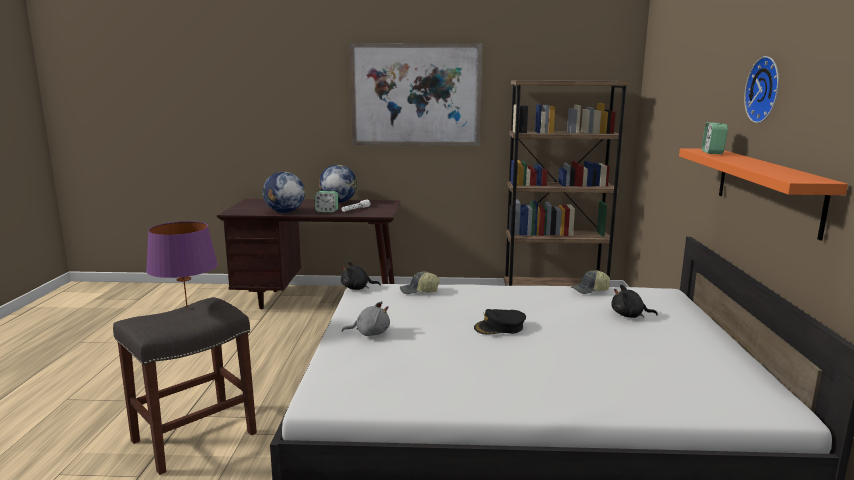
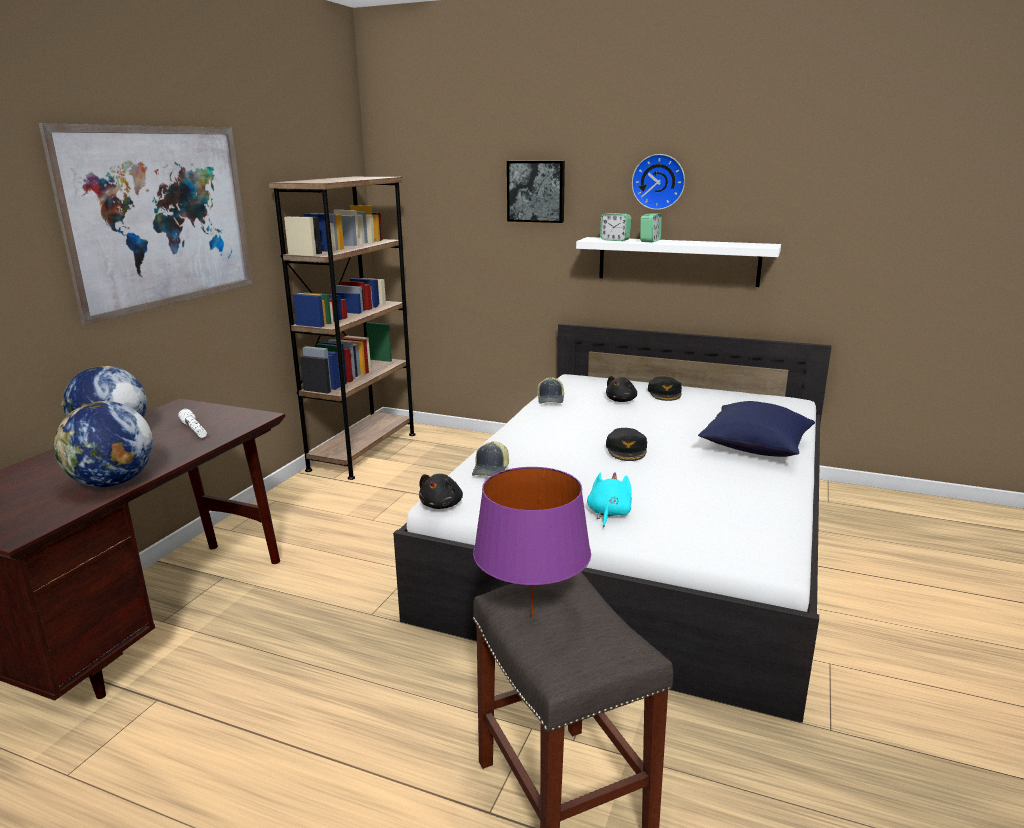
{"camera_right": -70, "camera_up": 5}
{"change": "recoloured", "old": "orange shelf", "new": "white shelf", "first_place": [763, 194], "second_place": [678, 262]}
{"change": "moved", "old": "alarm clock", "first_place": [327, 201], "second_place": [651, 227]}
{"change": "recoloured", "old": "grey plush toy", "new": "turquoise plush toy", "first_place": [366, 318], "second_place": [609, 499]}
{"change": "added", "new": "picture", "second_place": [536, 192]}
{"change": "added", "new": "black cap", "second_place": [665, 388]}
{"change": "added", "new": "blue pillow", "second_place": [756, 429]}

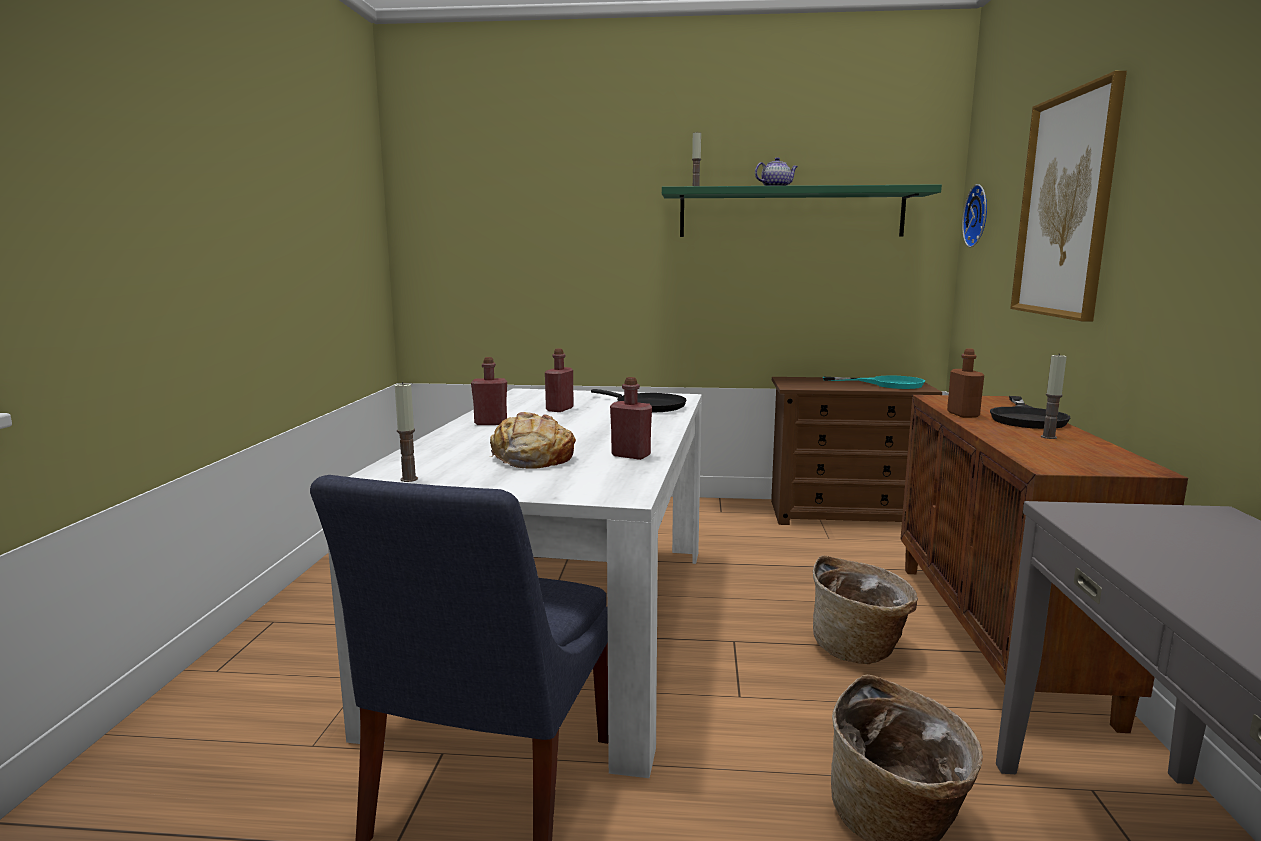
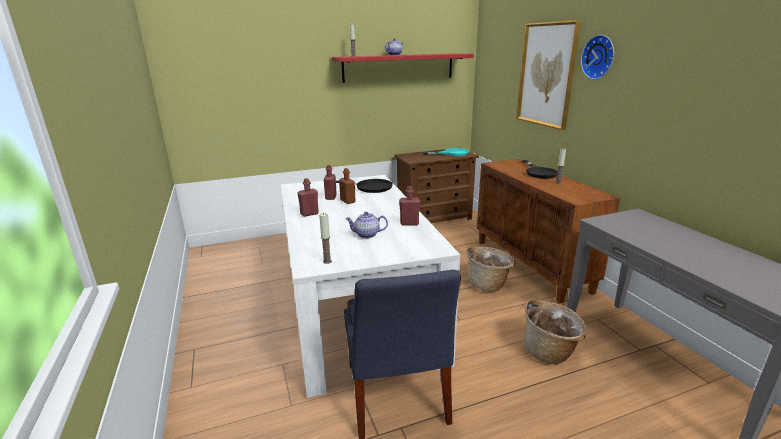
{"camera_right": -25, "camera_up": 10}
{"change": "recoloured", "old": "green shelf", "new": "red shelf", "first_place": [802, 210], "second_place": [403, 68]}
{"change": "moved", "old": "wall clock", "first_place": [974, 215], "second_place": [597, 57]}
{"change": "moved", "old": "brown bottle", "first_place": [965, 383], "second_place": [347, 186]}
{"change": "replaced", "old": "bread", "new": "teapot", "first_place": [532, 440], "second_place": [366, 225]}

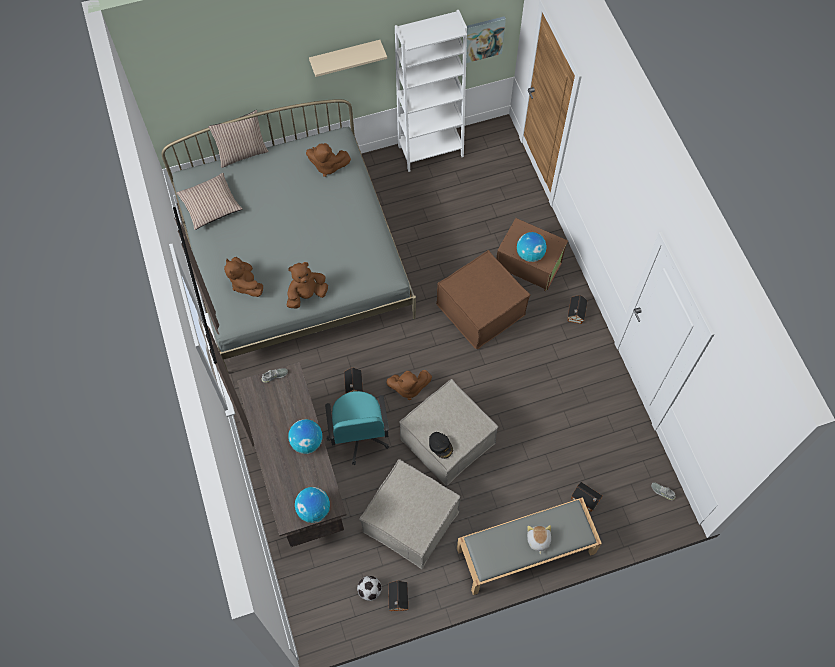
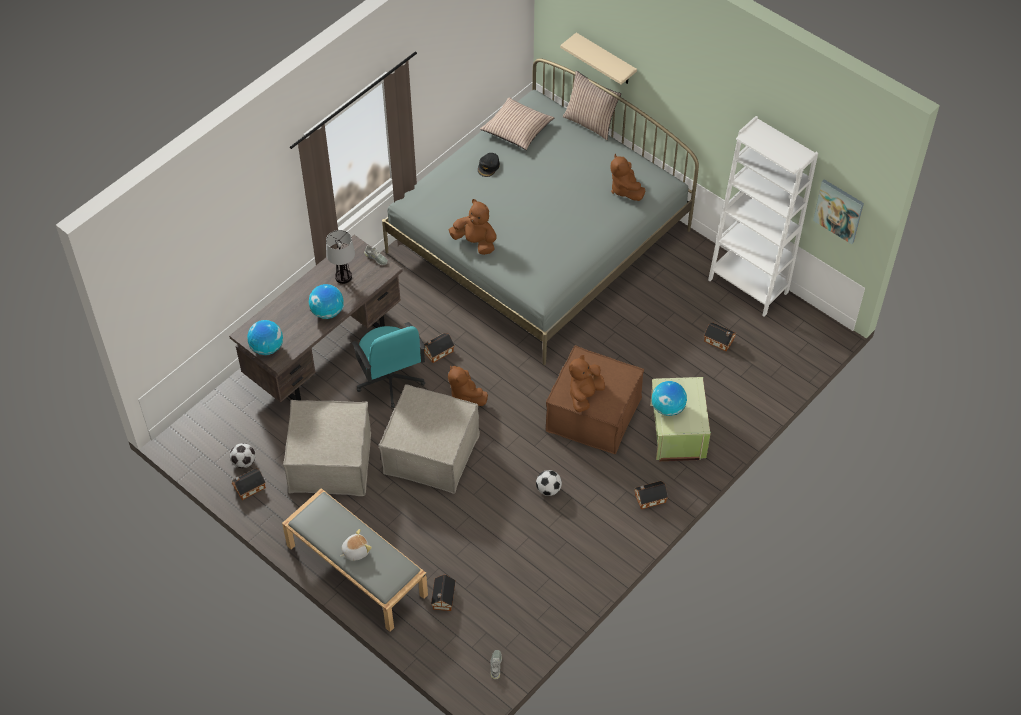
{"camera_right": 60, "camera_up": -10}
{"change": "moved", "old": "beige shelf", "first_place": [348, 58], "second_place": [598, 58]}
{"change": "recoloured", "old": "brown storage box", "new": "green storage box", "first_place": [532, 254], "second_place": [680, 419]}
{"change": "moved", "old": "brown plush toy", "first_place": [243, 277], "second_place": [587, 383]}
{"change": "turned", "old": "turquoise office chair", "first_place": [357, 428], "second_place": [388, 365], "degrees": -75}
{"change": "moved", "old": "black cap", "first_place": [441, 445], "second_place": [489, 165]}
{"change": "added", "new": "table lamp", "second_place": [340, 257]}
{"change": "added", "new": "toy house", "second_place": [720, 336]}
{"change": "added", "new": "football", "second_place": [549, 483]}

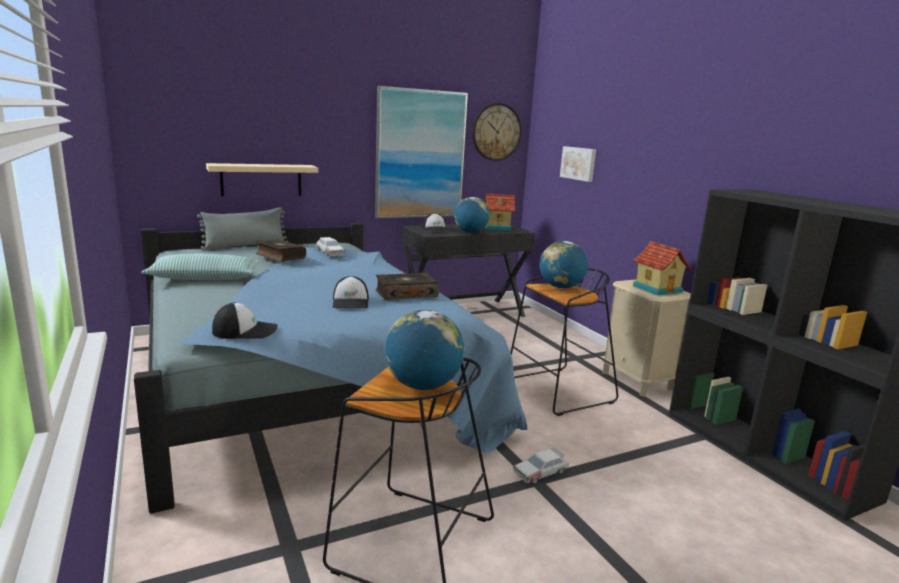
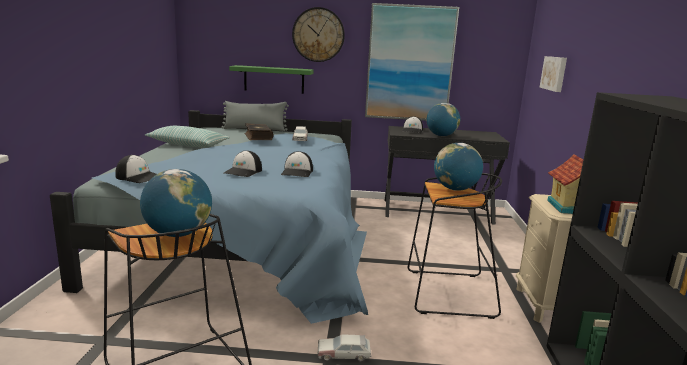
{"camera_right": 30, "camera_up": 0}
{"change": "moved", "old": "wall clock", "first_place": [497, 132], "second_place": [318, 34]}
{"change": "recoloured", "old": "beige shelf", "new": "green shelf", "first_place": [262, 179], "second_place": [271, 79]}
{"change": "removed", "old": "toy house", "first_place": [500, 212]}
{"change": "replaced", "old": "book", "new": "cap", "first_place": [407, 286], "second_place": [297, 164]}

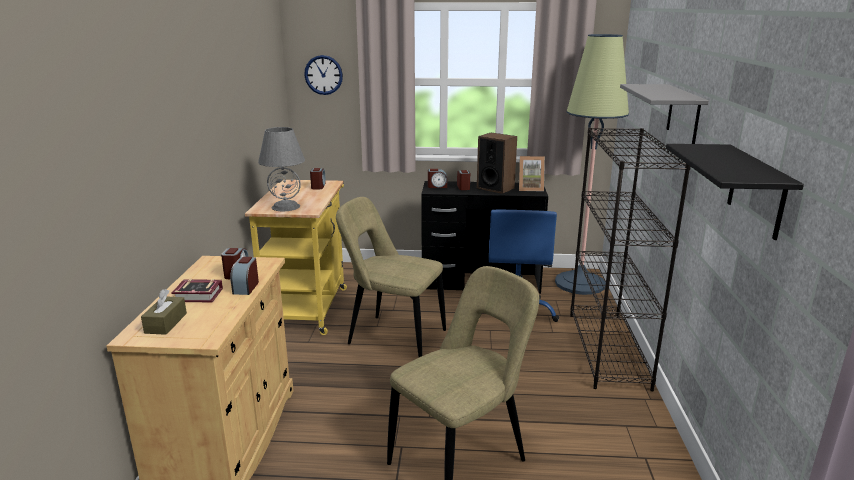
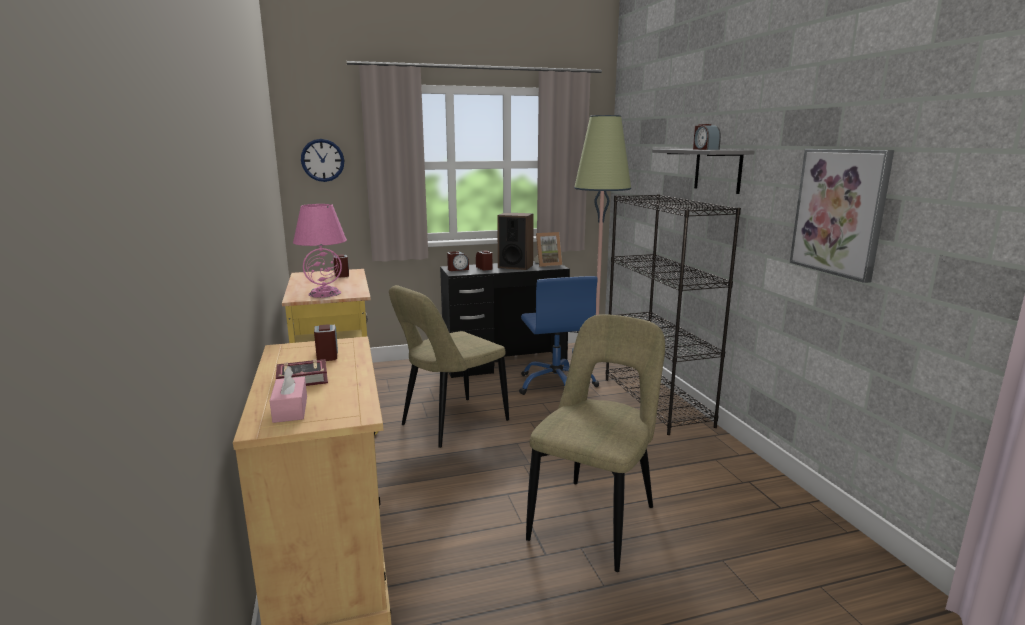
{"camera_right": -20, "camera_up": -5}
{"change": "recoloured", "old": "grey table lamp", "new": "pink table lamp", "first_place": [281, 169], "second_place": [320, 251]}
{"change": "replaced", "old": "black shelf", "new": "picture", "first_place": [735, 192], "second_place": [842, 216]}
{"change": "turned", "old": "beige chair", "first_place": [391, 277], "second_place": [449, 366], "degrees": -45}
{"change": "moved", "old": "alarm clock", "first_place": [244, 276], "second_place": [707, 137]}
{"change": "recoloured", "old": "brown tissue box", "new": "pink tissue box", "first_place": [164, 312], "second_place": [288, 394]}

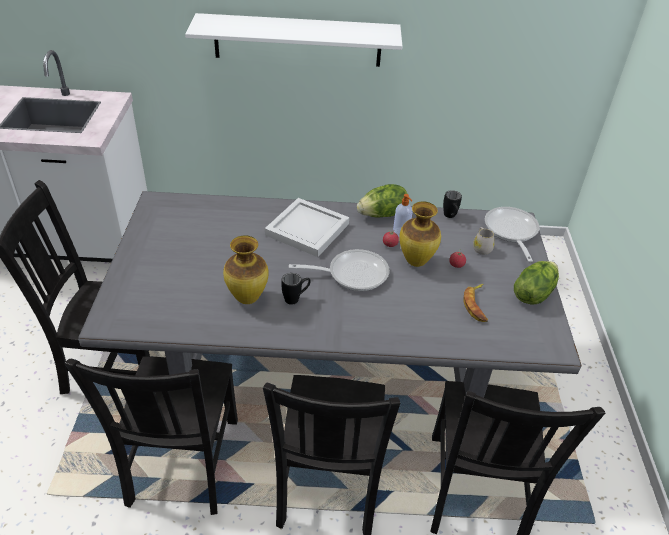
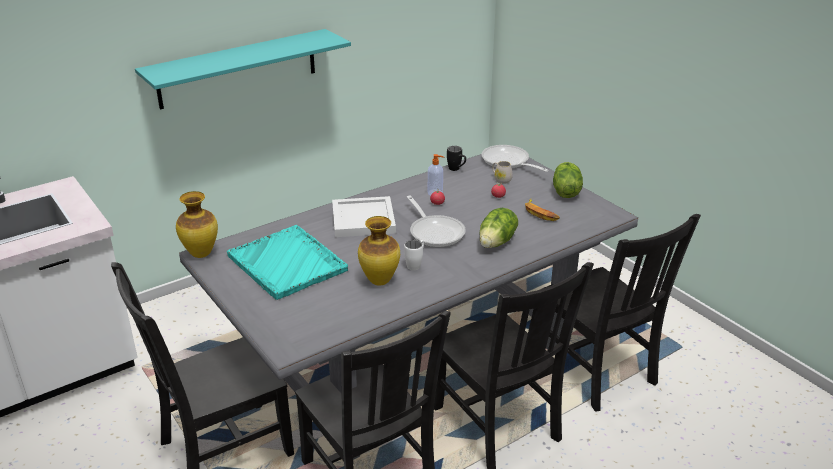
{"camera_right": -35, "camera_up": -10}
{"change": "recoloured", "old": "white shelf", "new": "turquoise shelf", "first_place": [293, 40], "second_place": [243, 69]}
{"change": "moved", "old": "lettuce", "first_place": [382, 201], "second_place": [498, 228]}
{"change": "moved", "old": "vase", "first_place": [420, 234], "second_place": [197, 224]}
{"change": "turned", "old": "frying pan", "first_place": [339, 270], "second_place": [436, 221], "degrees": 105}
{"change": "recoloured", "old": "black mug", "new": "white mug", "first_place": [296, 289], "second_place": [414, 255]}
{"change": "added", "new": "turquoise tray", "second_place": [287, 262]}

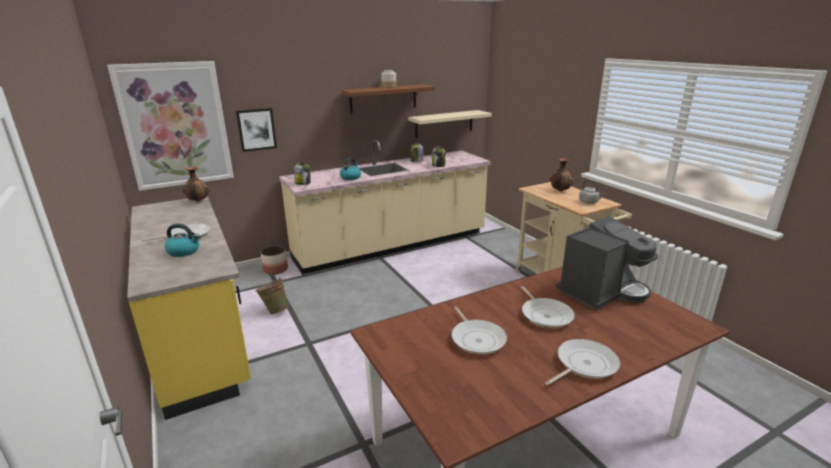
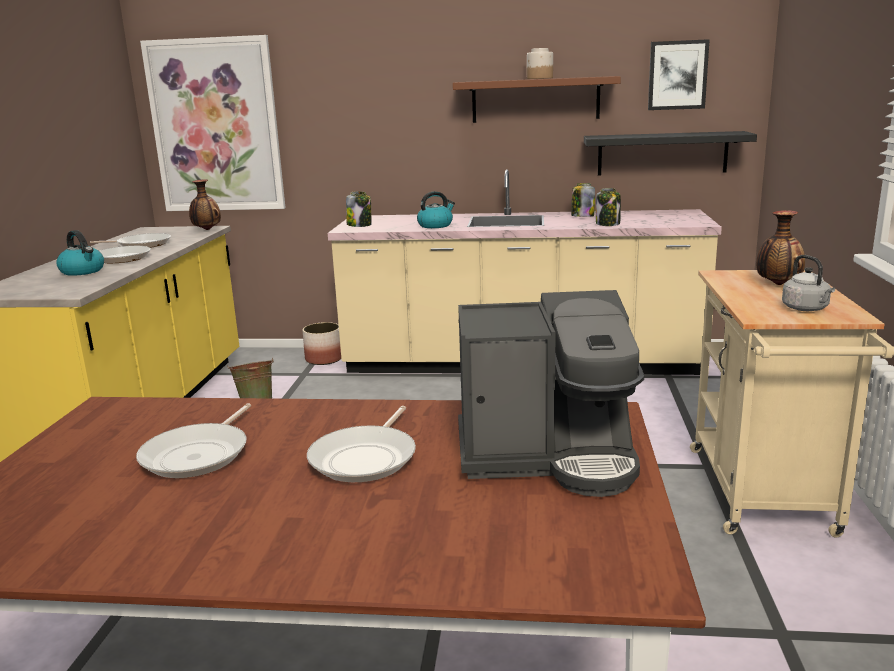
{"camera_right": 35, "camera_up": -5}
{"change": "moved", "old": "picture", "first_place": [256, 130], "second_place": [679, 74]}
{"change": "recoloured", "old": "beige shelf", "new": "black shelf", "first_place": [450, 124], "second_place": [670, 153]}
{"change": "moved", "old": "frying pan", "first_place": [582, 362], "second_place": [130, 240]}

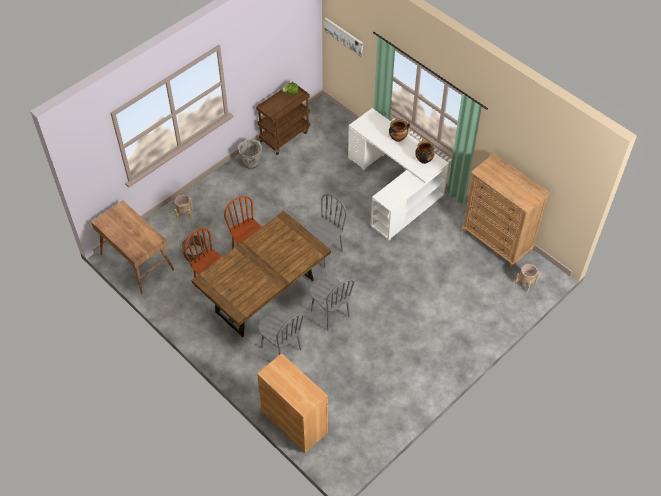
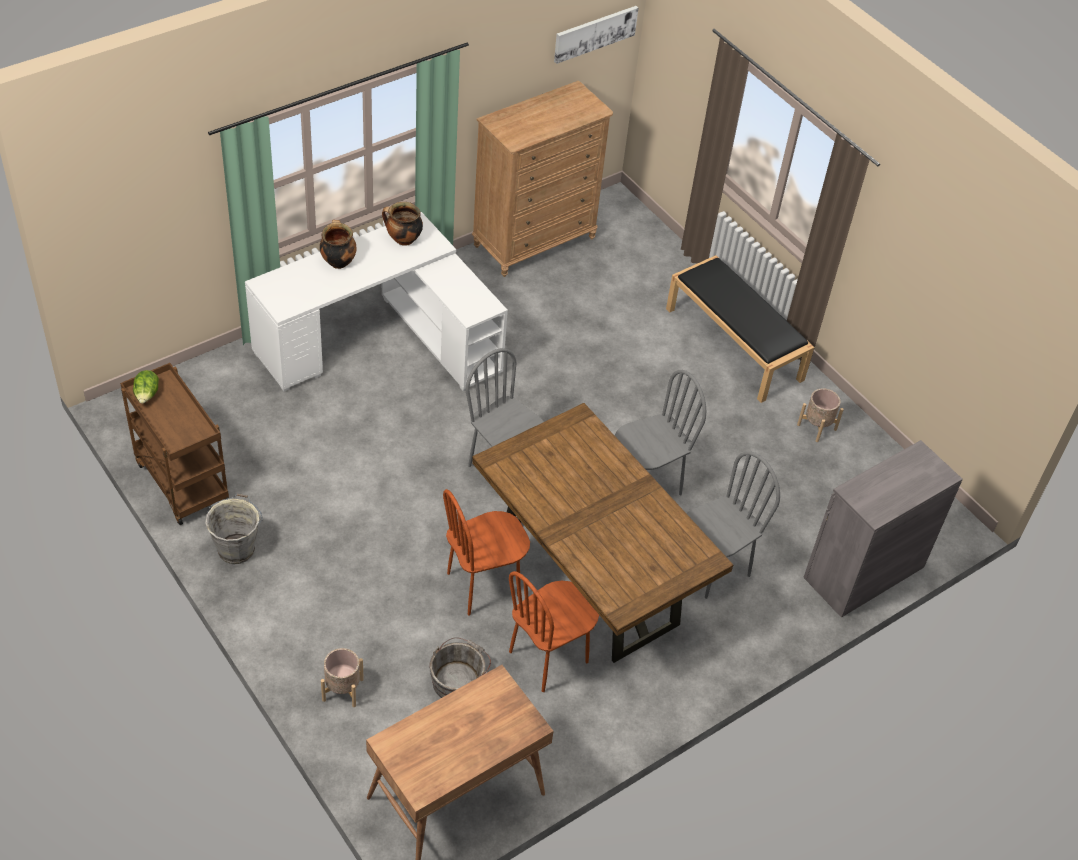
{"camera_right": -85, "camera_up": -5}
{"change": "moved", "old": "picture", "first_place": [344, 37], "second_place": [596, 35]}
{"change": "moved", "old": "beige planter", "first_place": [527, 278], "second_place": [820, 415]}
{"change": "recoloured", "old": "brown cabinet", "new": "grey cabinet", "first_place": [292, 403], "second_place": [883, 529]}
{"change": "added", "new": "black bench", "second_place": [740, 329]}

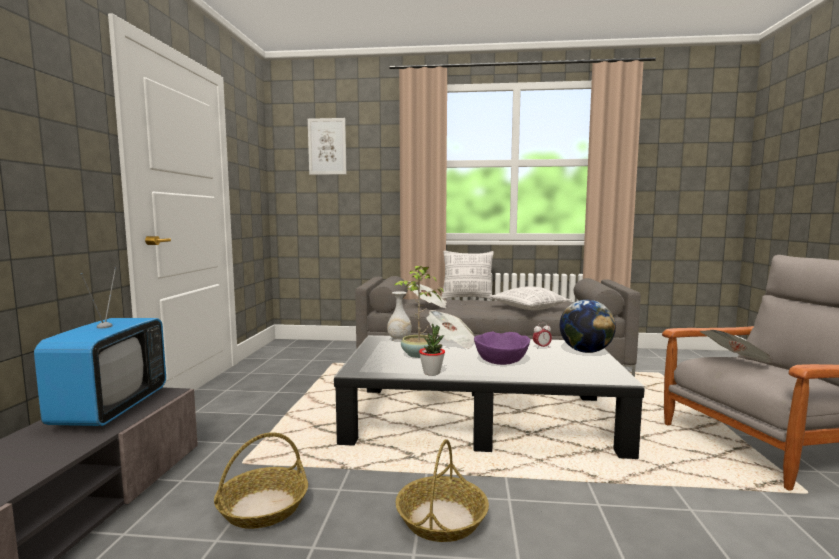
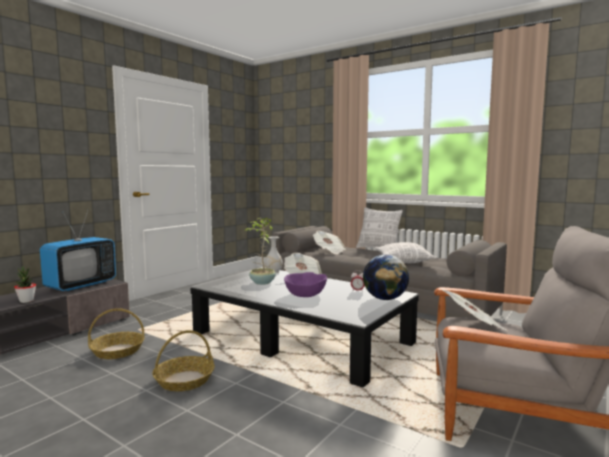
{"camera_right": 30, "camera_up": 0}
{"change": "removed", "old": "picture", "first_place": [327, 146]}
{"change": "moved", "old": "potted plant", "first_place": [432, 349], "second_place": [25, 284]}

